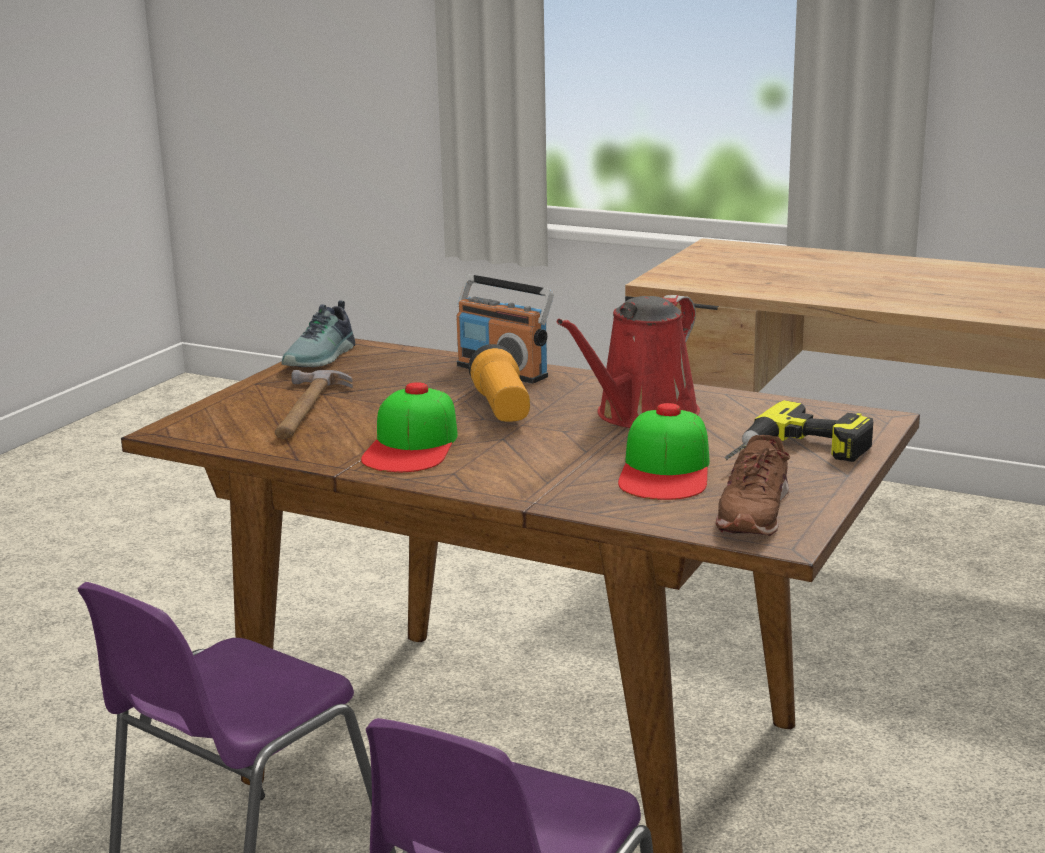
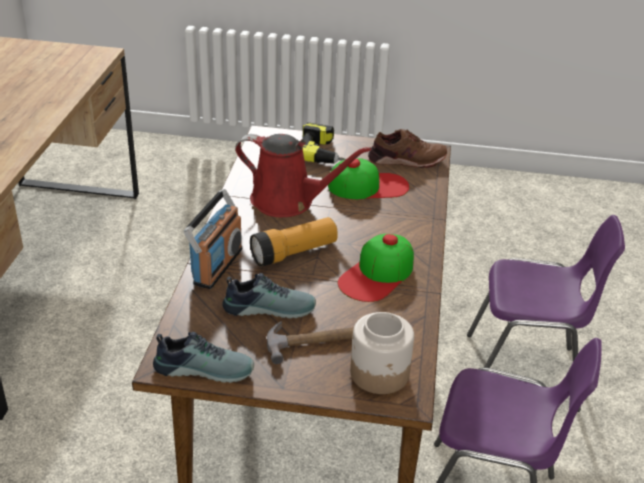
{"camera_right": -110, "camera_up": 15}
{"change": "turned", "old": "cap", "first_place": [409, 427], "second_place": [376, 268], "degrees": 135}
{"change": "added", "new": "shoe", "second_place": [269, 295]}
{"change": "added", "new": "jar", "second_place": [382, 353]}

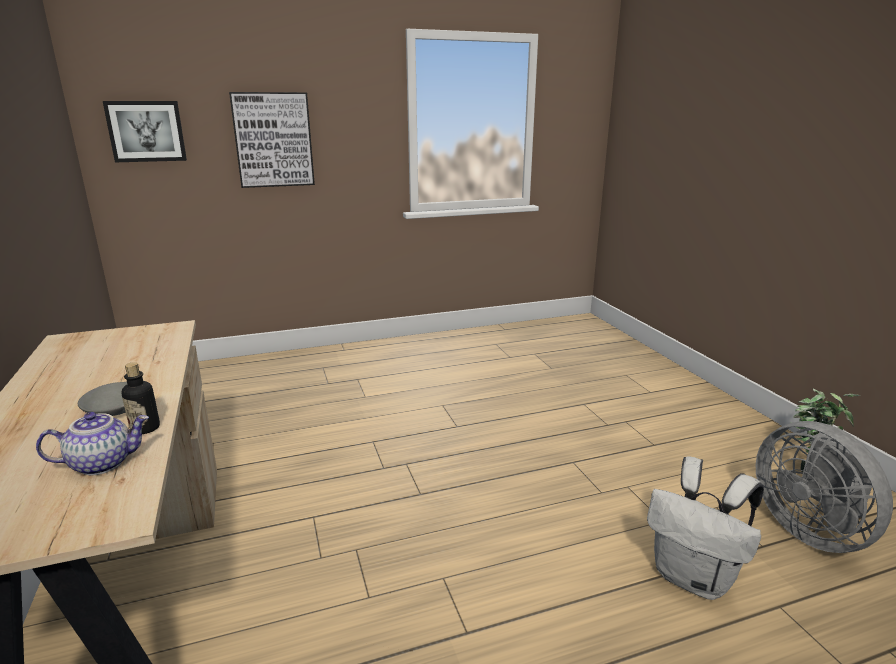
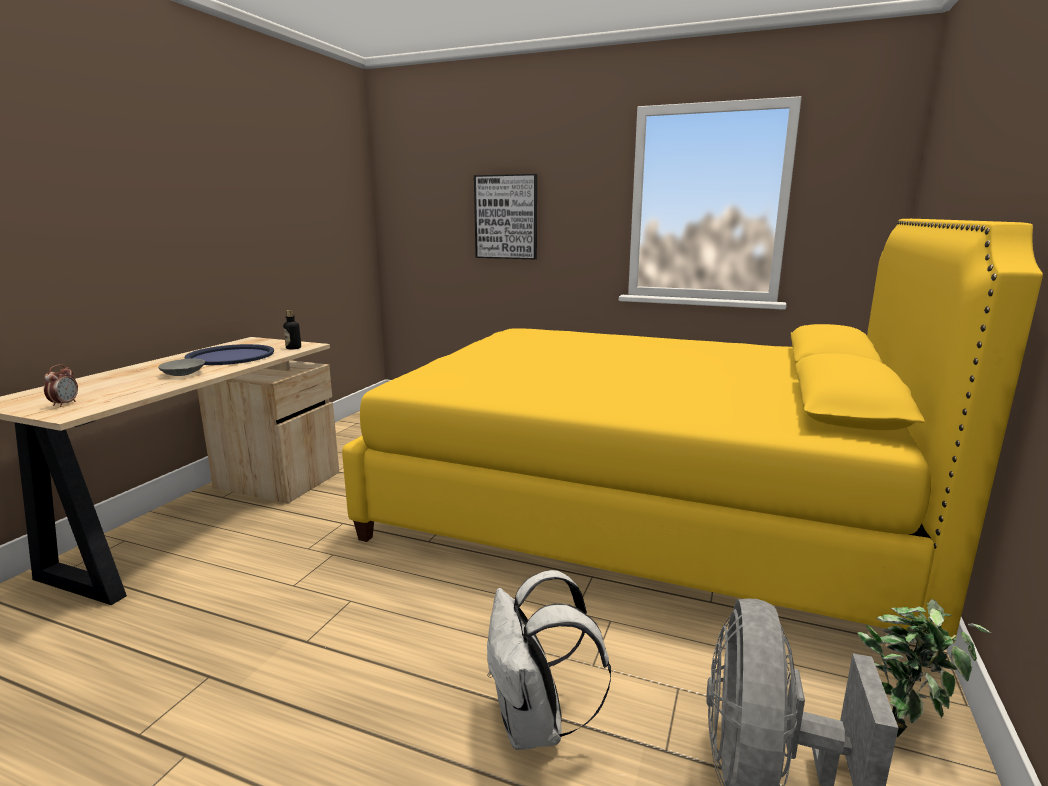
{"camera_right": 40, "camera_up": -5}
{"change": "removed", "old": "picture", "first_place": [145, 131]}
{"change": "moved", "old": "bottle", "first_place": [140, 398], "second_place": [292, 329]}
{"change": "removed", "old": "teapot", "first_place": [92, 443]}
{"change": "added", "new": "yellow bed", "second_place": [692, 443]}
{"change": "added", "new": "blue tray", "second_place": [229, 354]}
{"change": "added", "new": "alarm clock", "second_place": [61, 385]}

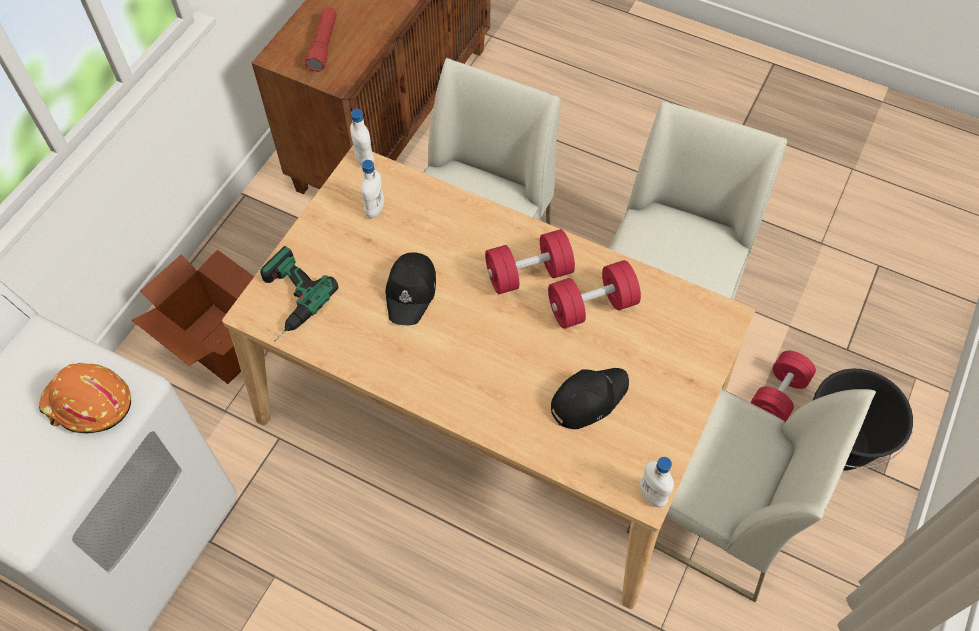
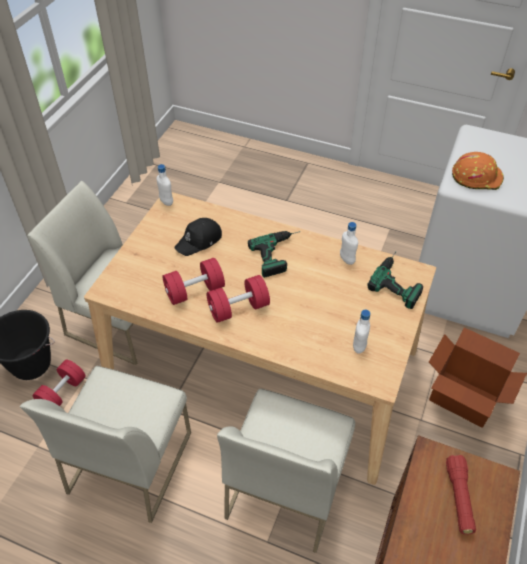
{"camera_right": 175, "camera_up": -10}
{"change": "moved", "old": "white bottle", "first_place": [362, 137], "second_place": [349, 243]}
{"change": "removed", "old": "black cap", "first_place": [410, 289]}
{"change": "added", "new": "power drill", "second_place": [274, 254]}

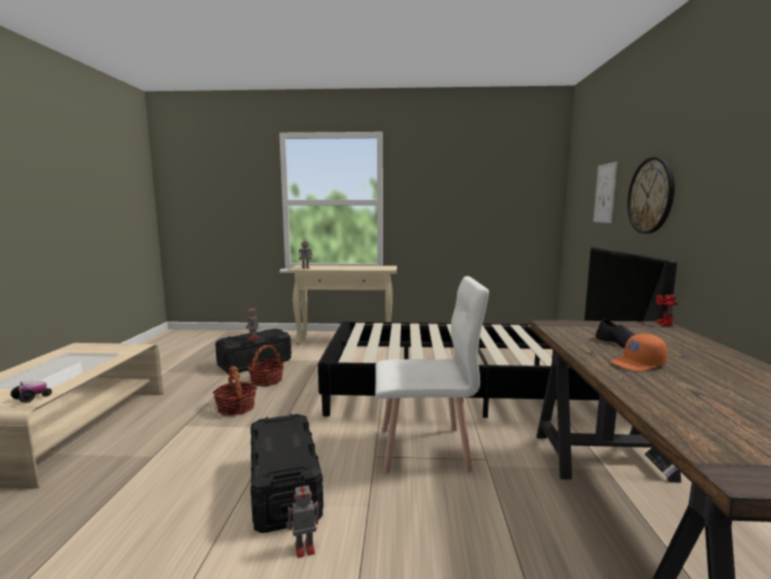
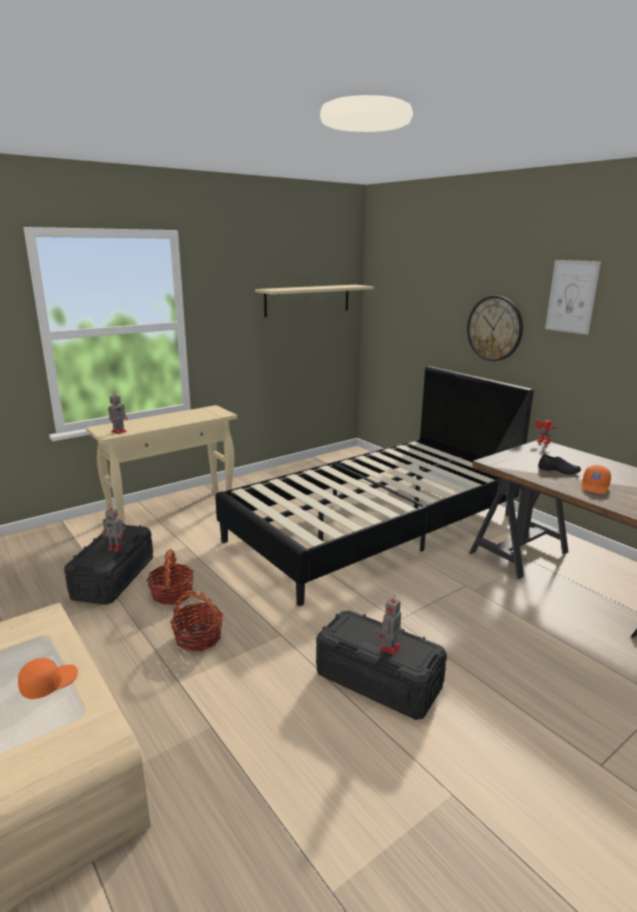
{"camera_right": -40, "camera_up": 10}
{"change": "moved", "old": "picture", "first_place": [605, 192], "second_place": [573, 297]}
{"change": "removed", "old": "white chair", "first_place": [432, 374]}
{"change": "removed", "old": "toy car", "first_place": [31, 392]}
{"change": "moved", "old": "toy robot", "first_place": [302, 519], "second_place": [390, 625]}
{"change": "added", "new": "beige shelf", "second_place": [314, 301]}
{"change": "added", "new": "orange cap", "second_place": [48, 678]}

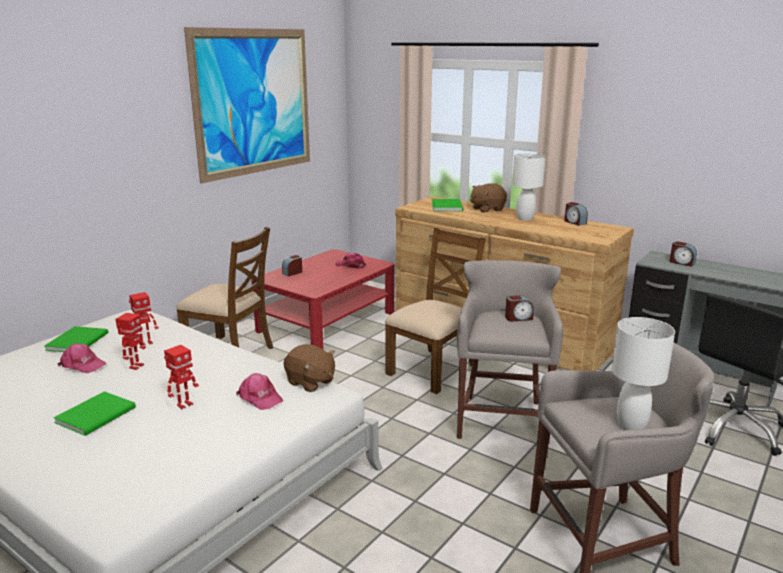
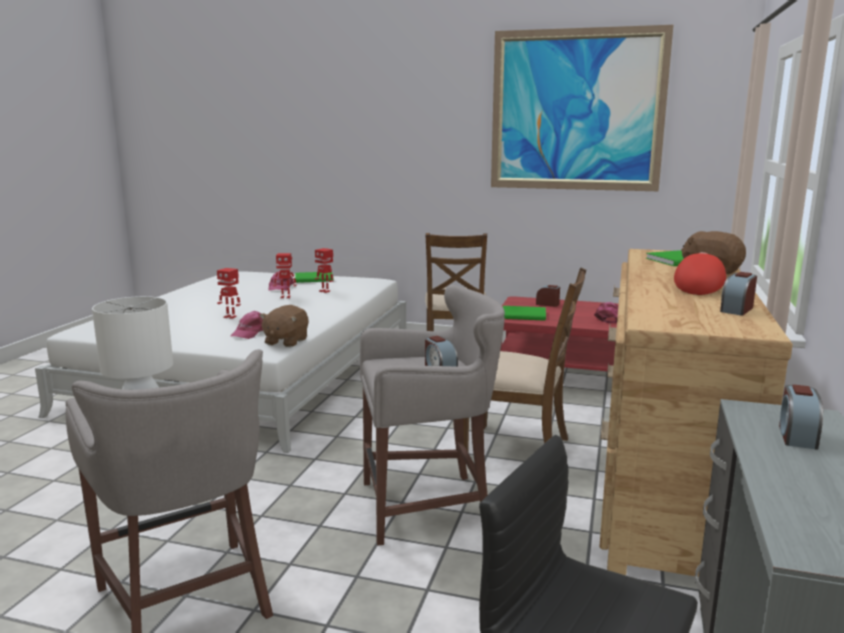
{"camera_right": 70, "camera_up": -5}
{"change": "replaced", "old": "white table lamp", "new": "red cap", "first_place": [529, 187], "second_place": [700, 273]}
{"change": "moved", "old": "green book", "first_place": [94, 413], "second_place": [524, 313]}

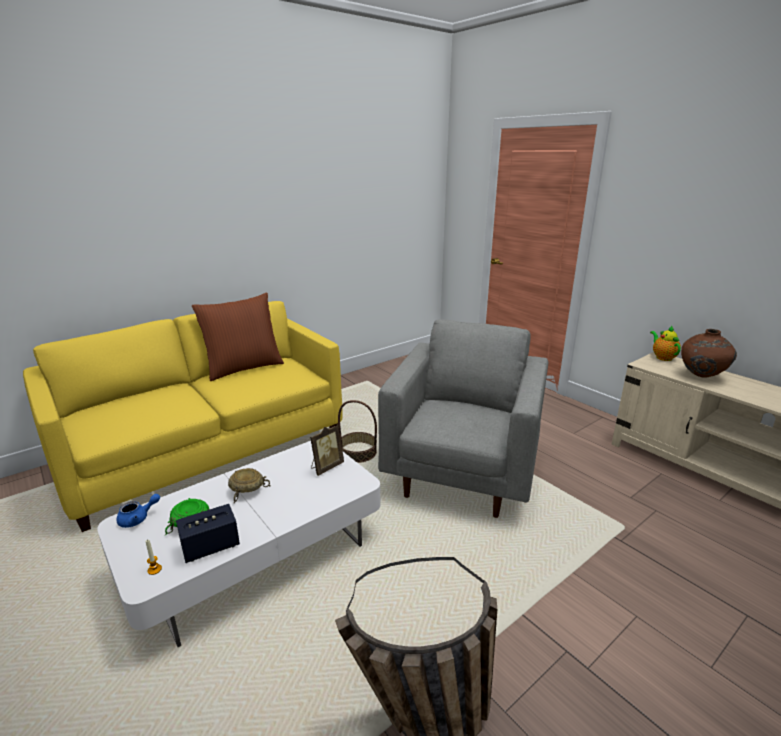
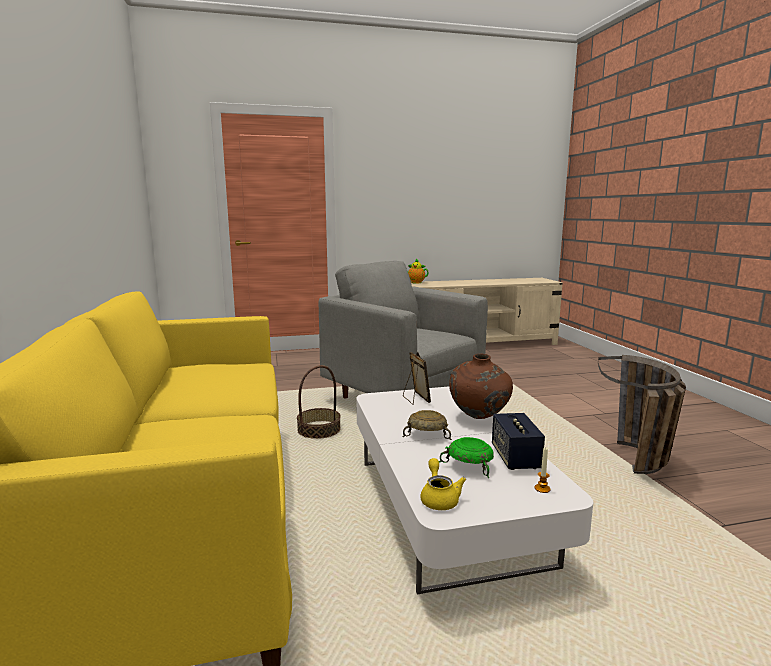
{"camera_right": -65, "camera_up": -10}
{"change": "removed", "old": "brown pillow", "first_place": [238, 337]}
{"change": "moved", "old": "brown vase", "first_place": [709, 353], "second_place": [481, 386]}
{"change": "recoloured", "old": "blue teapot", "new": "yellow teapot", "first_place": [138, 511], "second_place": [443, 484]}

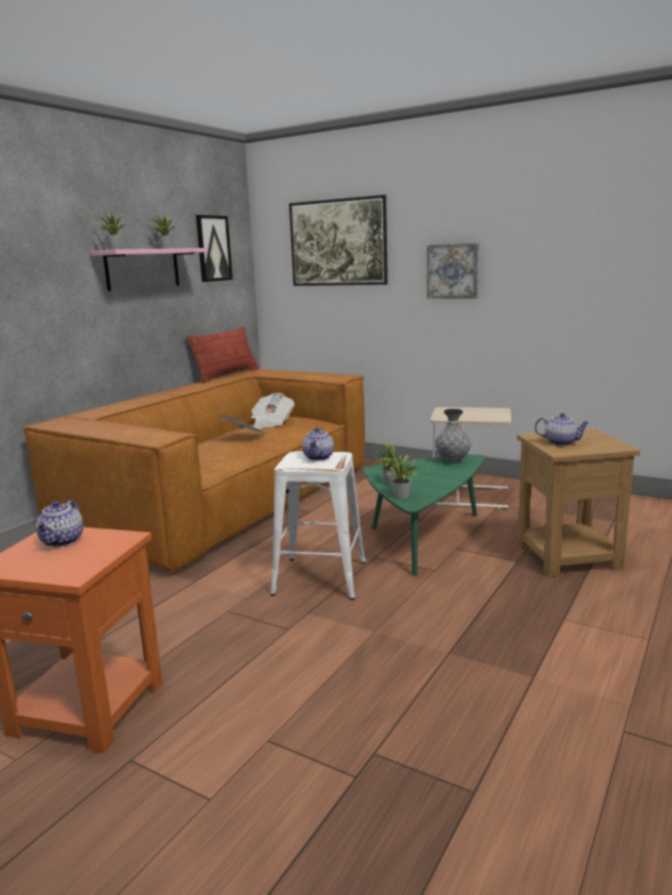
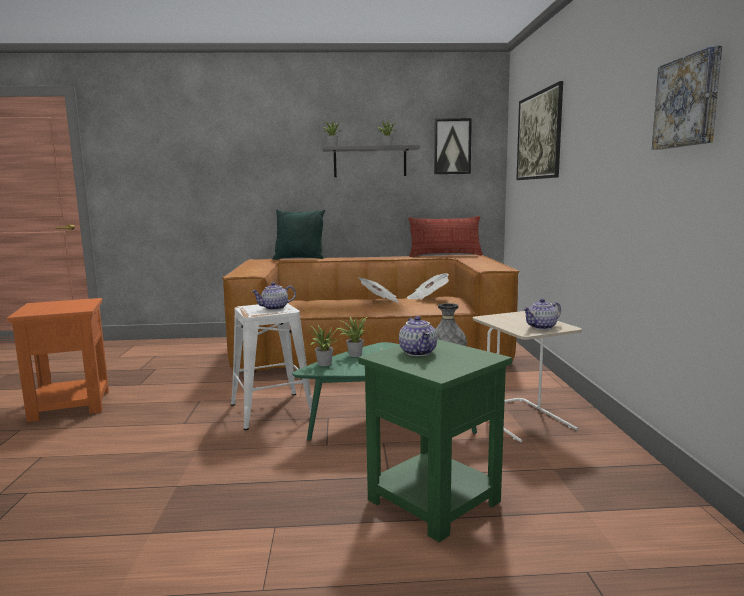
{"camera_right": 55, "camera_up": -5}
{"change": "moved", "old": "picture", "first_place": [453, 270], "second_place": [687, 98]}
{"change": "recoloured", "old": "pink shelf", "new": "grey shelf", "first_place": [149, 269], "second_place": [371, 161]}
{"change": "recoloured", "old": "brown side table", "new": "green side table", "first_place": [578, 503], "second_place": [435, 441]}
{"change": "moved", "old": "teapot", "first_place": [59, 523], "second_place": [542, 314]}
{"change": "added", "new": "green pillow", "second_place": [299, 235]}

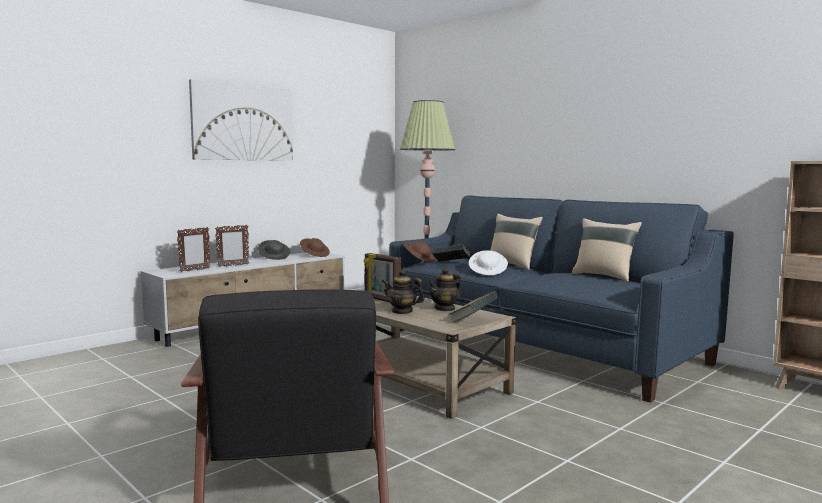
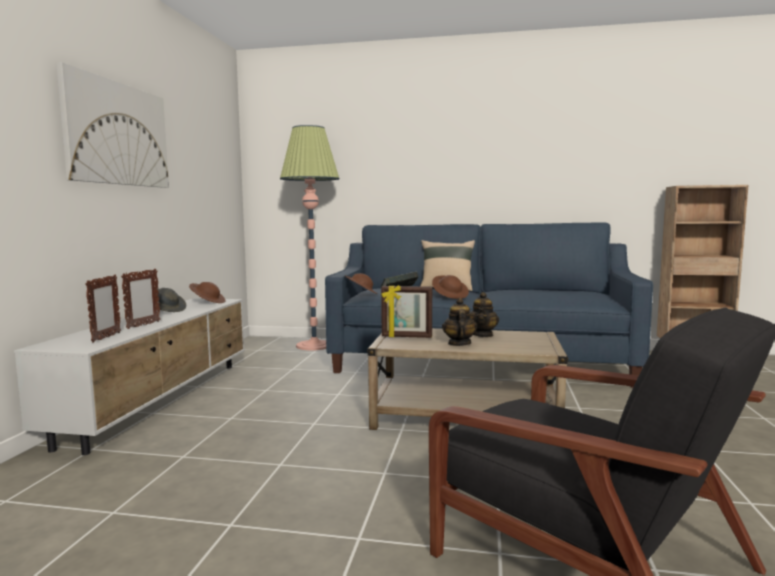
{"camera_right": -35, "camera_up": 0}
{"change": "removed", "old": "beige pillow", "first_place": [607, 250]}
{"change": "recoloured", "old": "white hat", "new": "brown hat", "first_place": [488, 262], "second_place": [450, 287]}
{"change": "turned", "old": "teapot", "first_place": [403, 292], "second_place": [459, 322], "degrees": 105}
{"change": "removed", "old": "book", "first_place": [474, 307]}

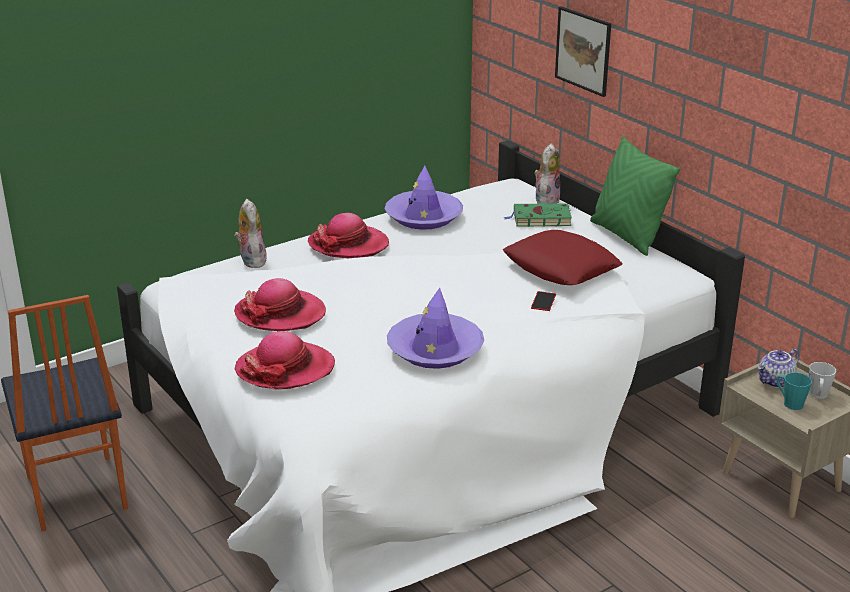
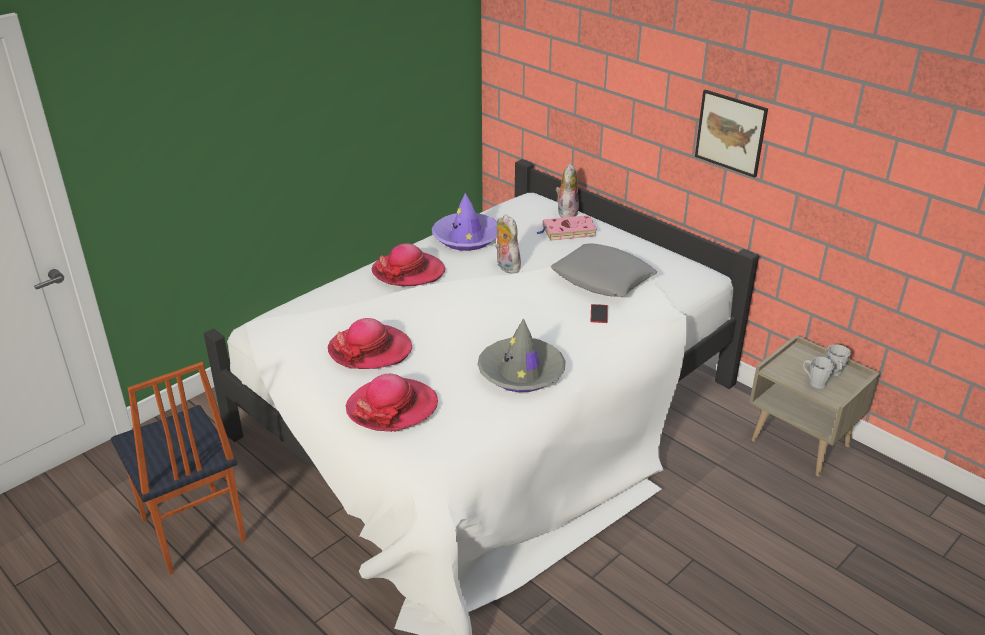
{"camera_right": -10, "camera_up": 5}
{"change": "moved", "old": "picture", "first_place": [583, 51], "second_place": [731, 134]}
{"change": "removed", "old": "green pillow", "first_place": [635, 196]}
{"change": "moved", "old": "plush toy", "first_place": [250, 233], "second_place": [508, 244]}
{"change": "recoloured", "old": "green book", "new": "pink book", "first_place": [538, 215], "second_place": [566, 228]}
{"change": "recoloured", "old": "red pillow", "new": "grey pillow", "first_place": [563, 257], "second_place": [604, 270]}
{"change": "recoloured", "old": "purple hat", "new": "grey hat", "first_place": [435, 328], "second_place": [521, 355]}
{"change": "removed", "old": "teapot", "first_place": [778, 368]}
{"change": "recoloured", "old": "turquoise mug", "new": "grey mug", "first_place": [794, 391], "second_place": [819, 373]}

